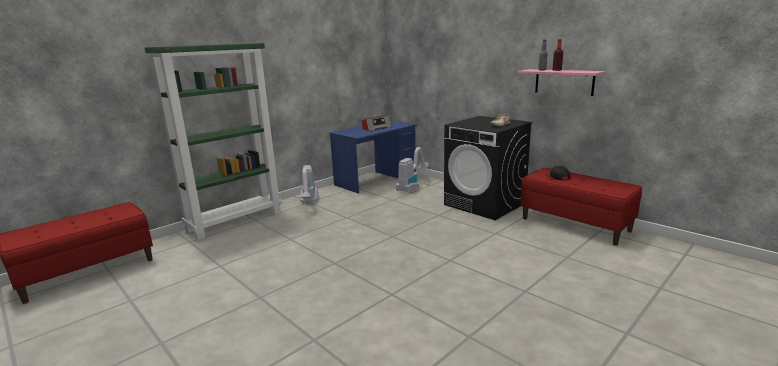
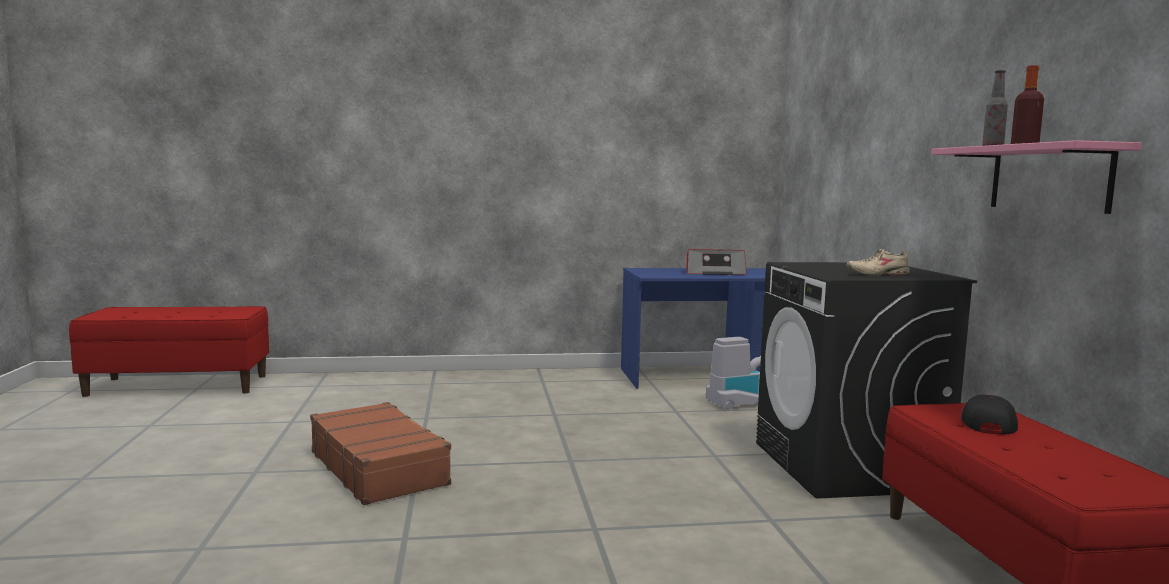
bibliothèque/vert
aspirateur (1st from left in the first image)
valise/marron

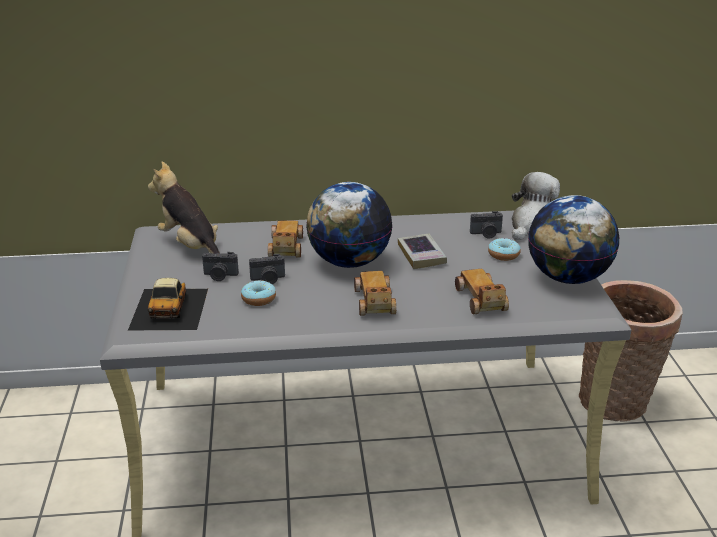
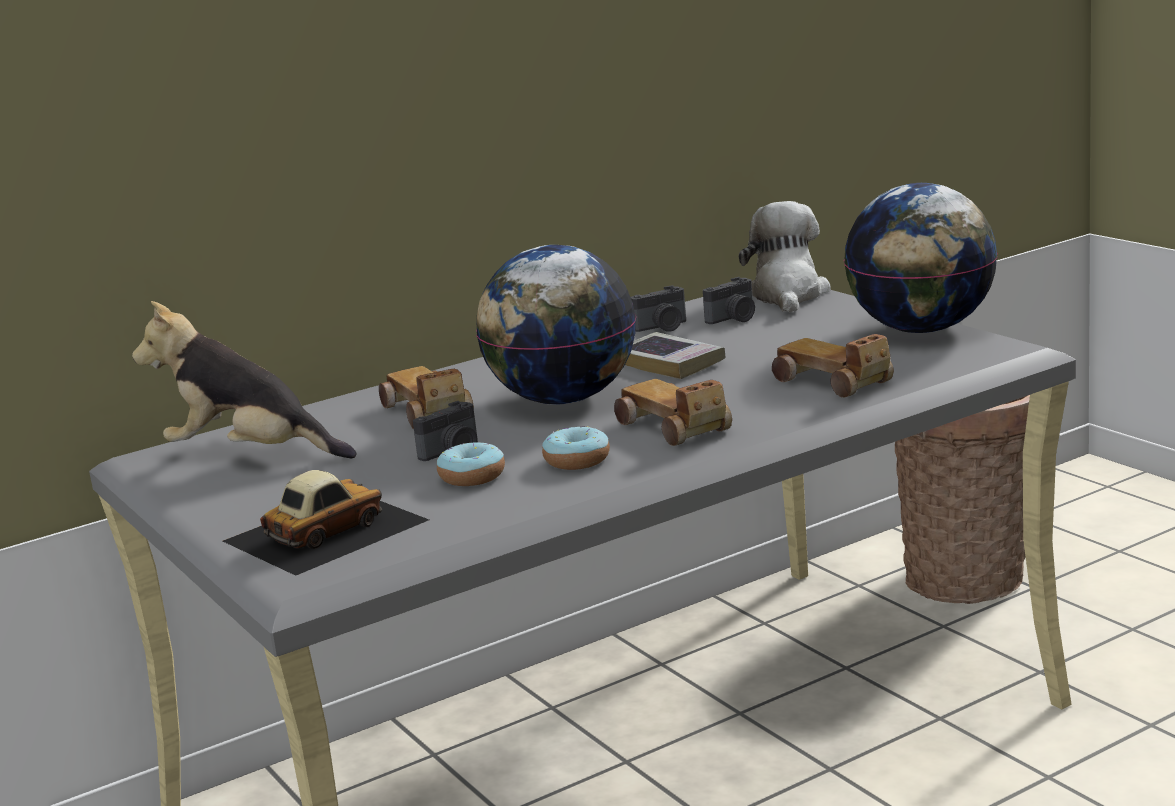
beignet (2nd from left)
appareil photo (2nd from left)
petite voiture (1st from left)

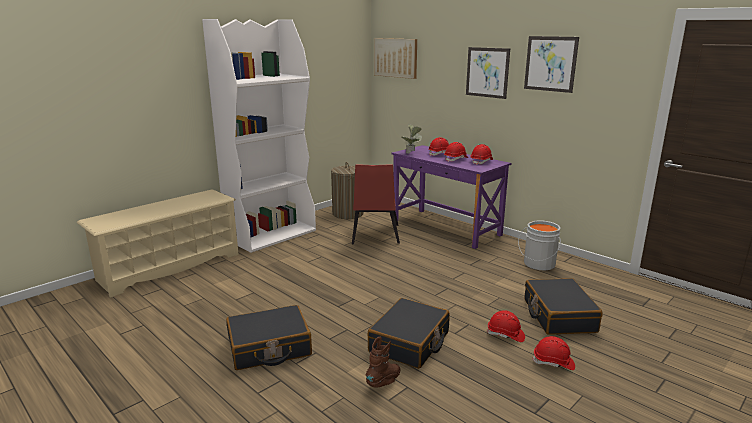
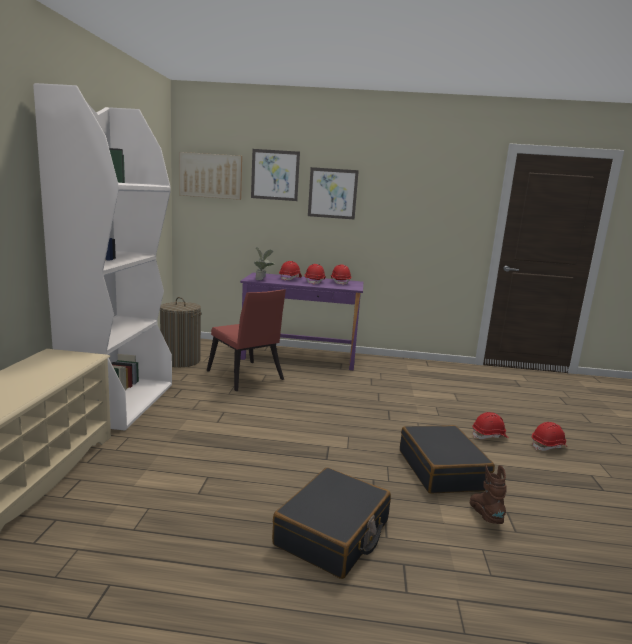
tableau (2nd from left)
seau/gris
valise/noir (3rd from left in the first image)

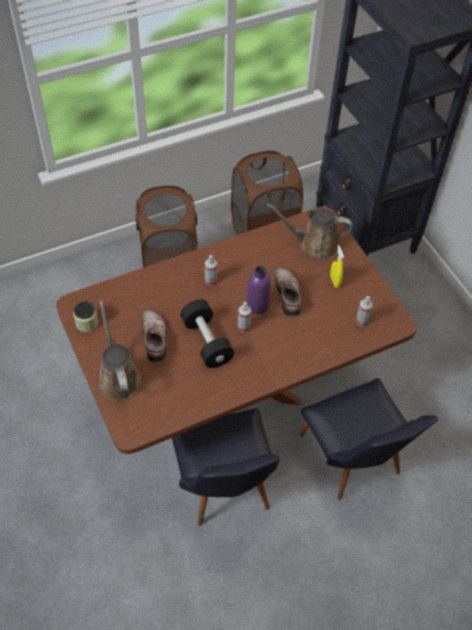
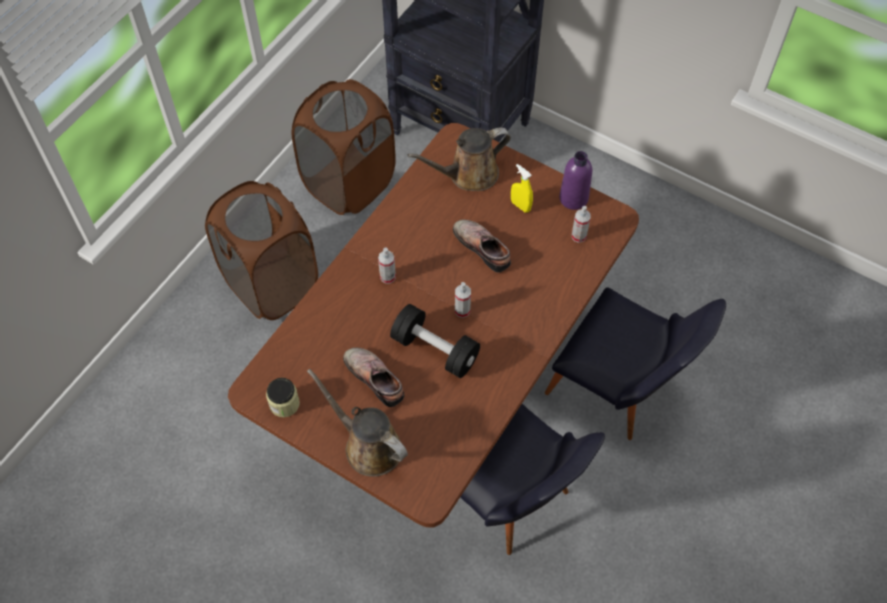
bouteille/violet

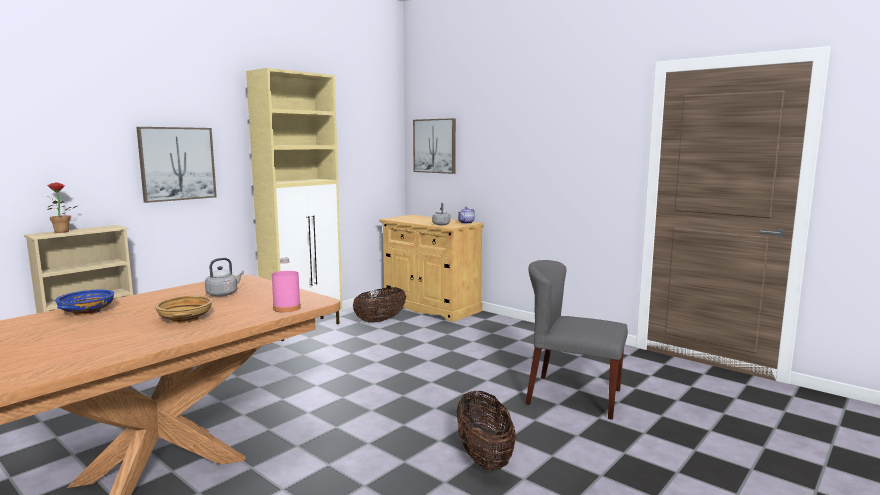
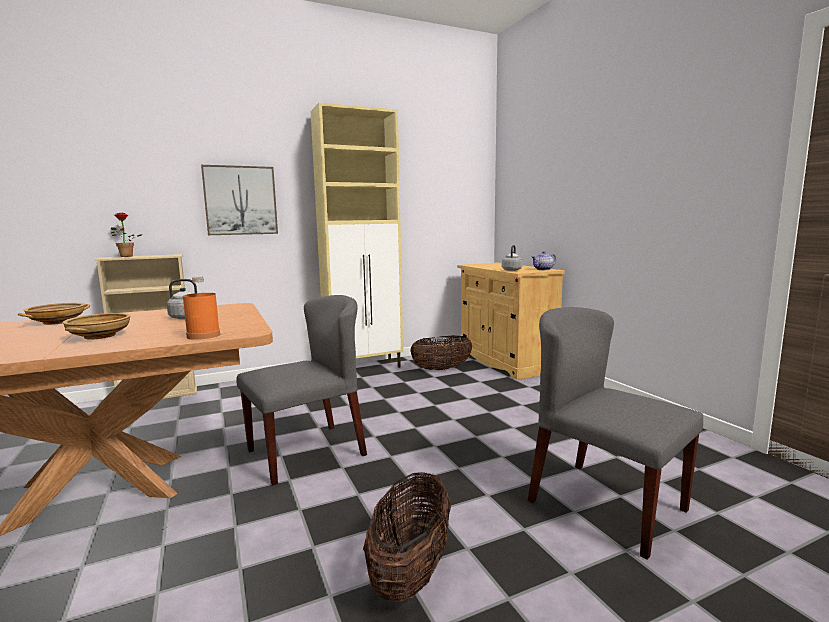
tableau (2nd from left in the first image)
bouteille/orange
bol/beige (1st from left)
chaise/gris (1st from left)

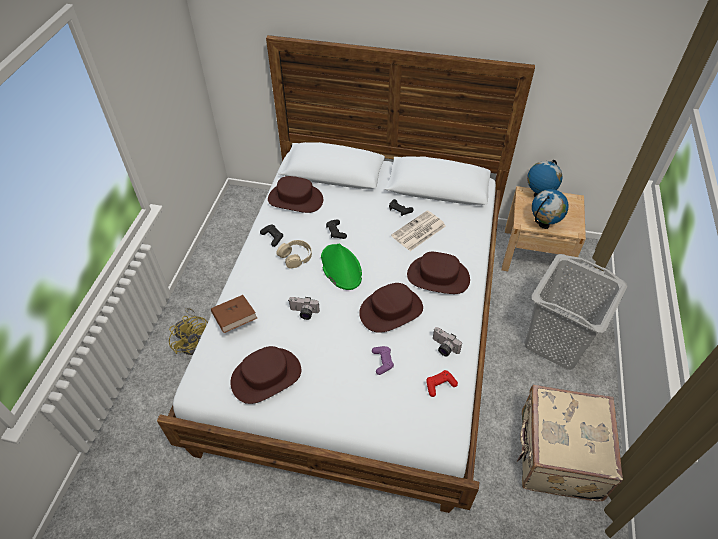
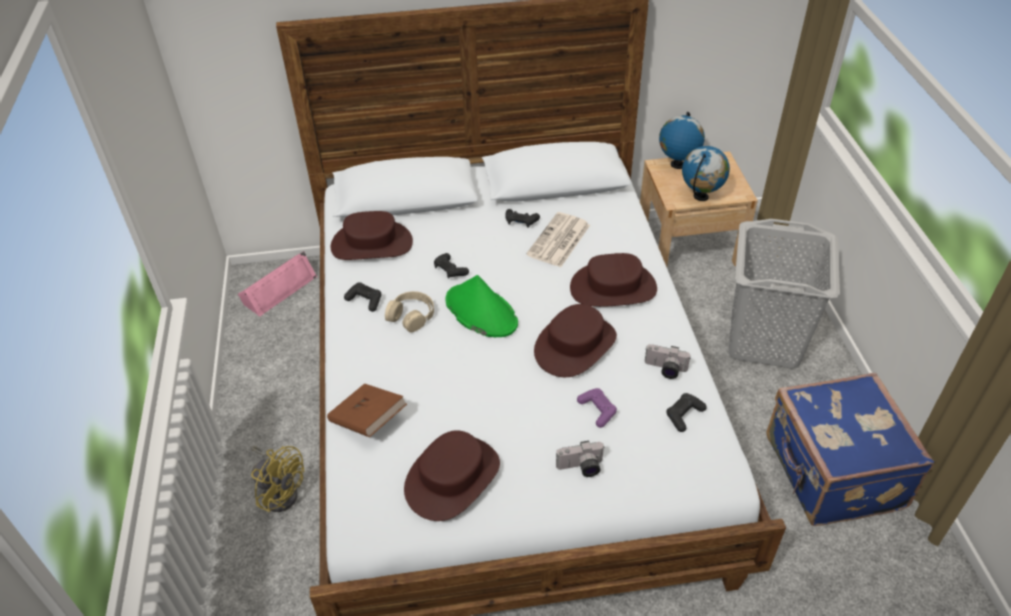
appareil photo (1st from left)
manette/noir (4th from left)
valise/bleu
enceinte/rose

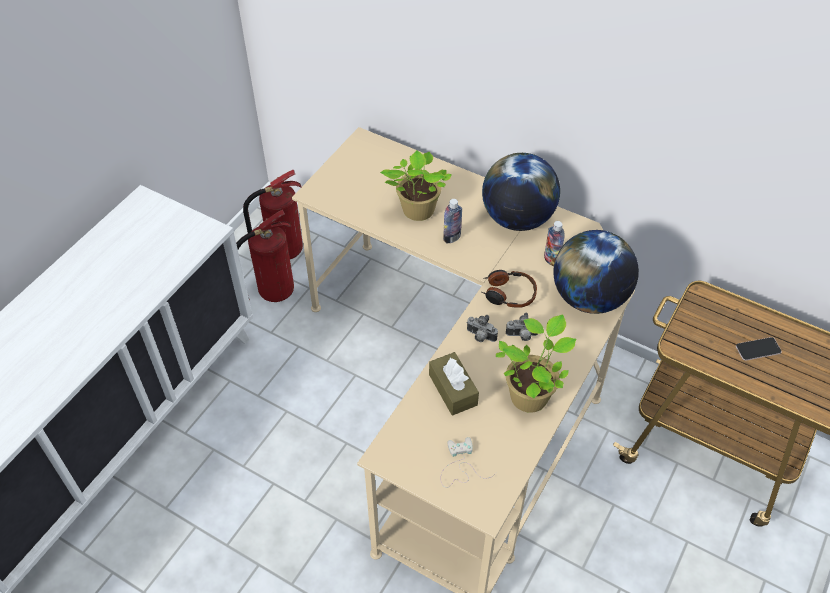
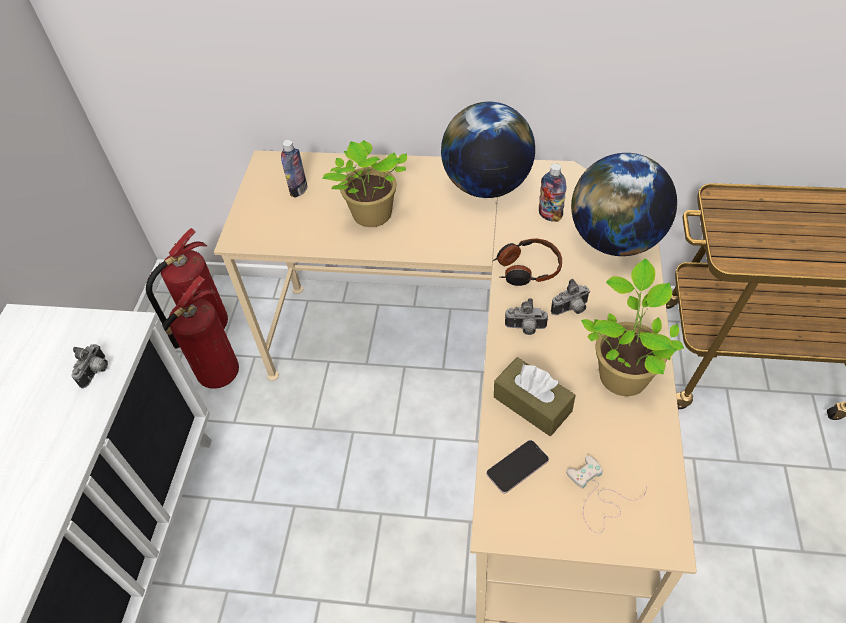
bouteille (1st from left)
téléphone
appareil photo (1st from left)

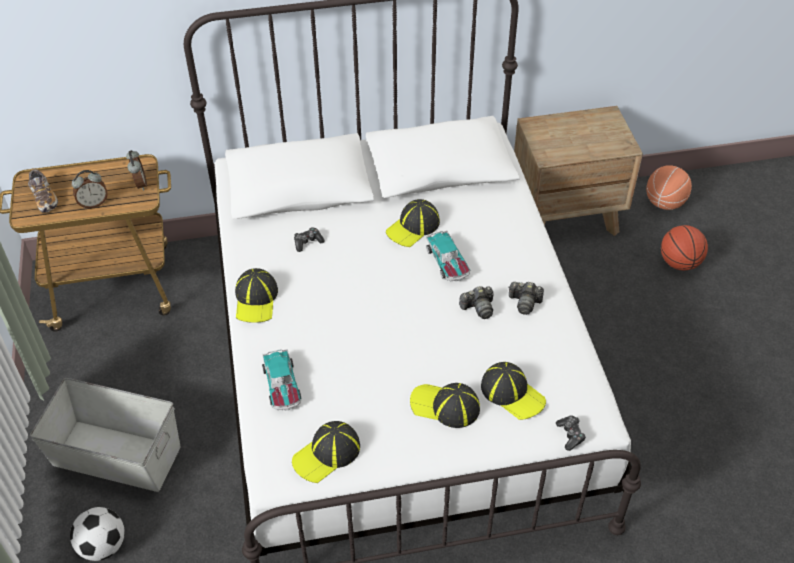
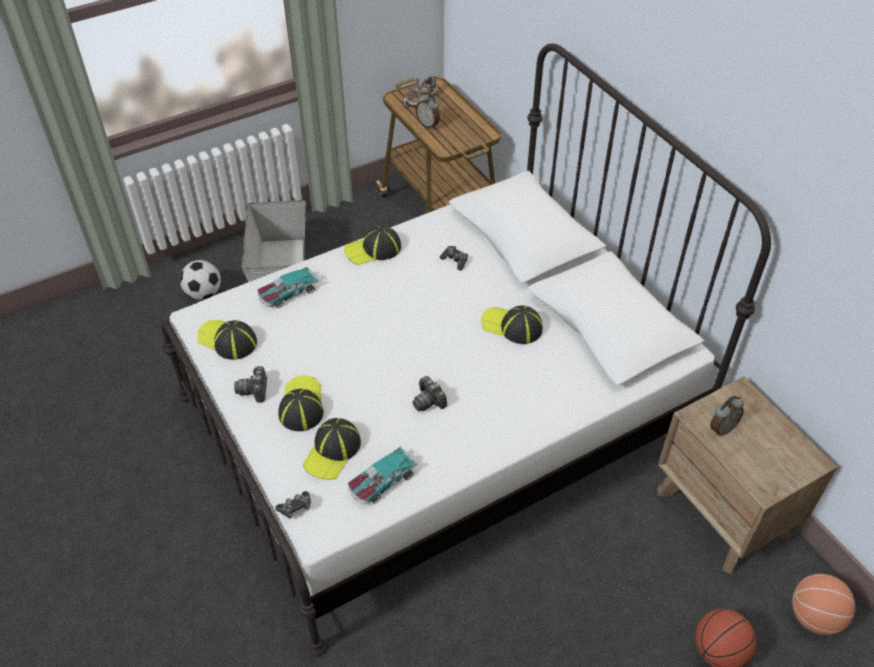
réveil (2nd from left)
petite voiture (2nd from left)
appareil photo (1st from left)

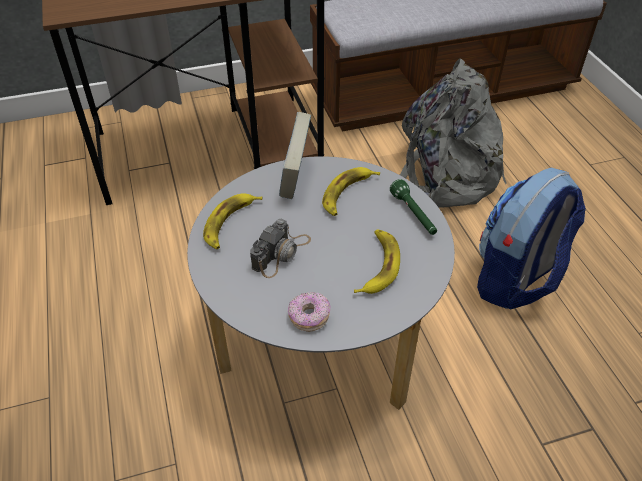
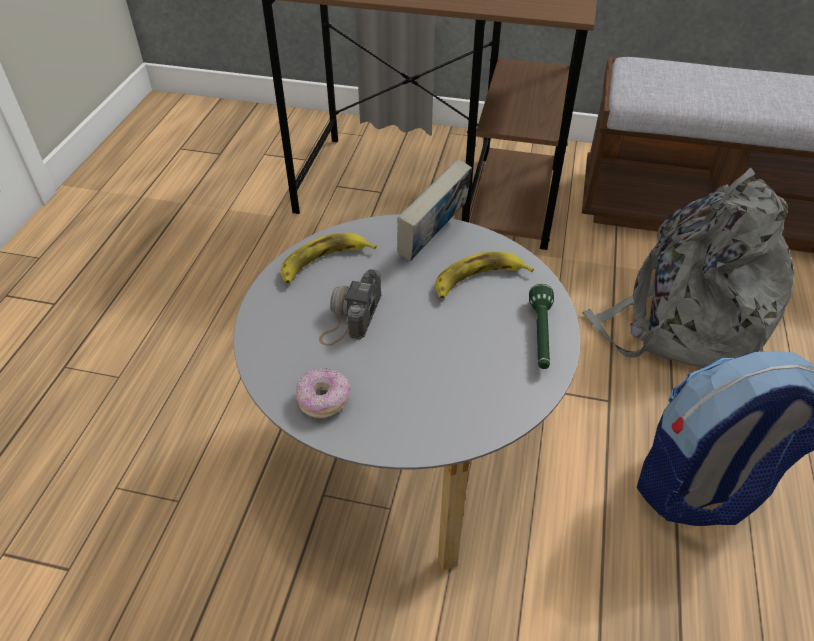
appareil photo
banane (3rd from left in the first image)

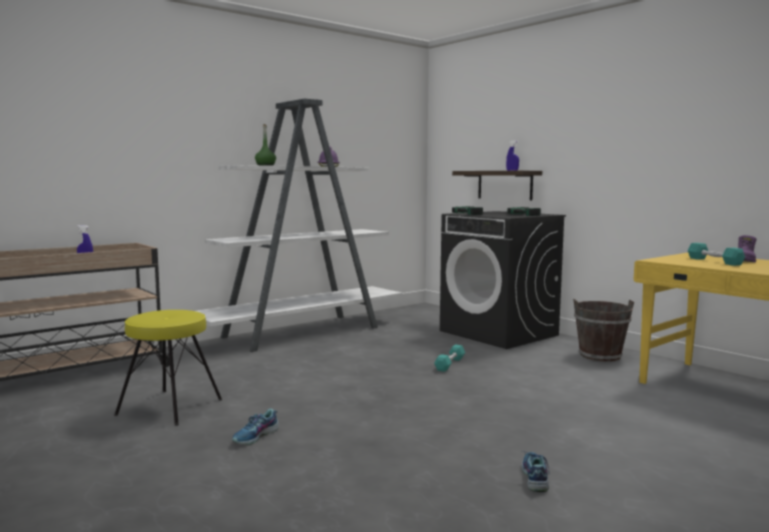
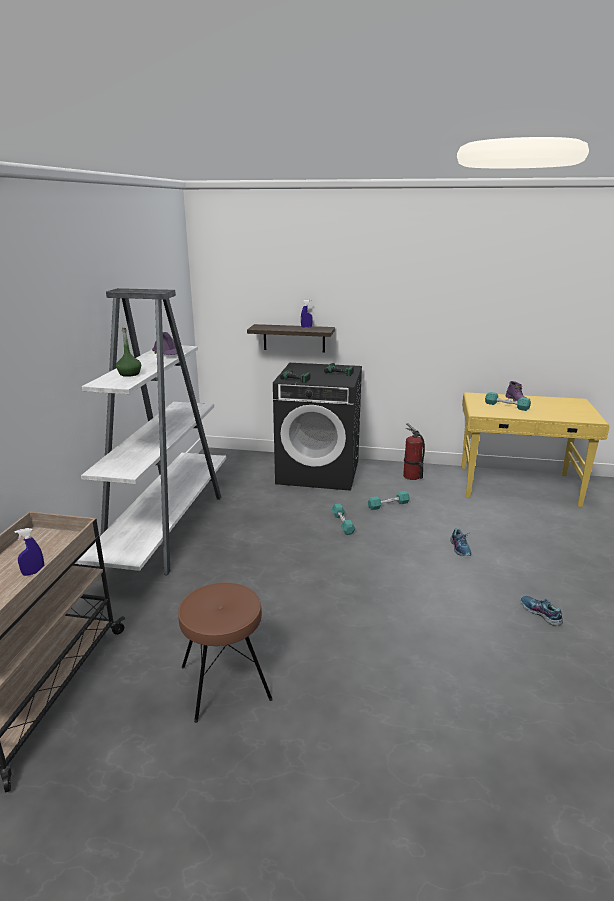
extincteur
tabouret/marron
chaussure (1st from left)
haltère/turquoise (2nd from left)

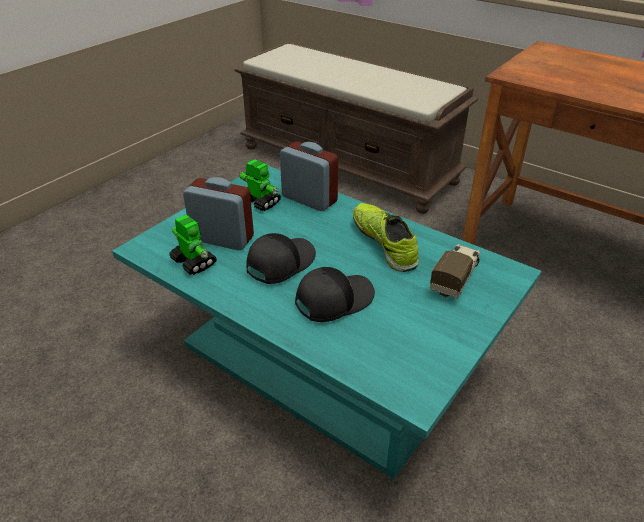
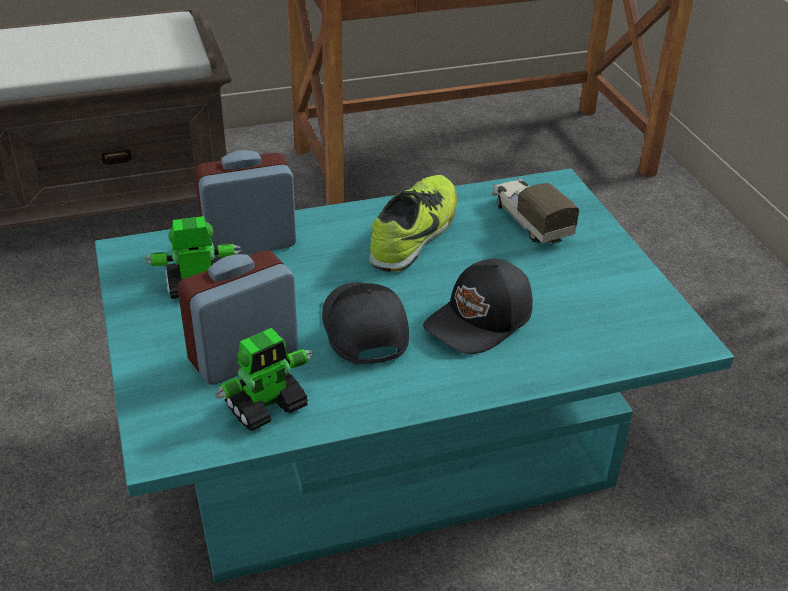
chaussure
robot jouet (2nd from left)
casquette/noir (2nd from left)

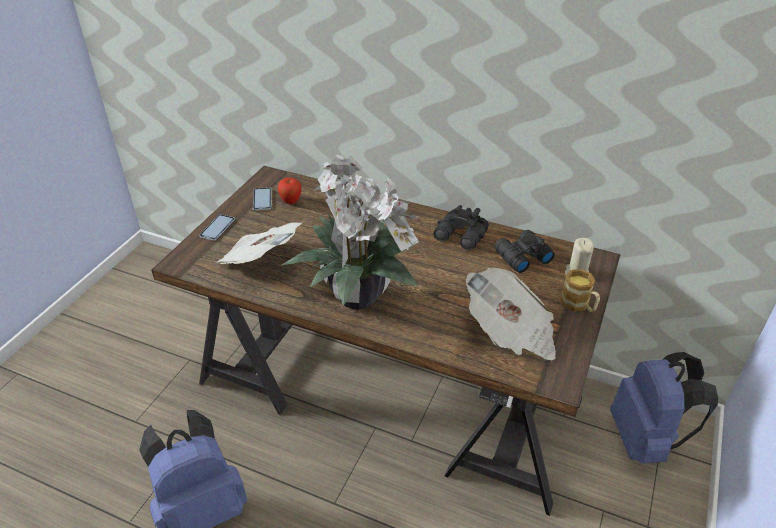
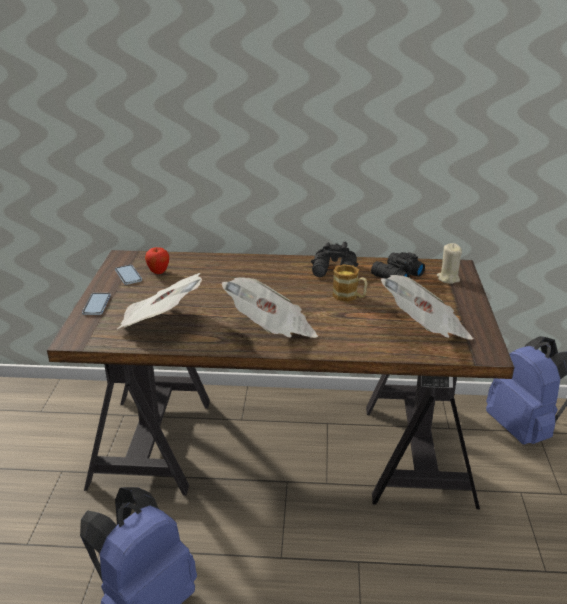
journal (2nd from left)
mug

